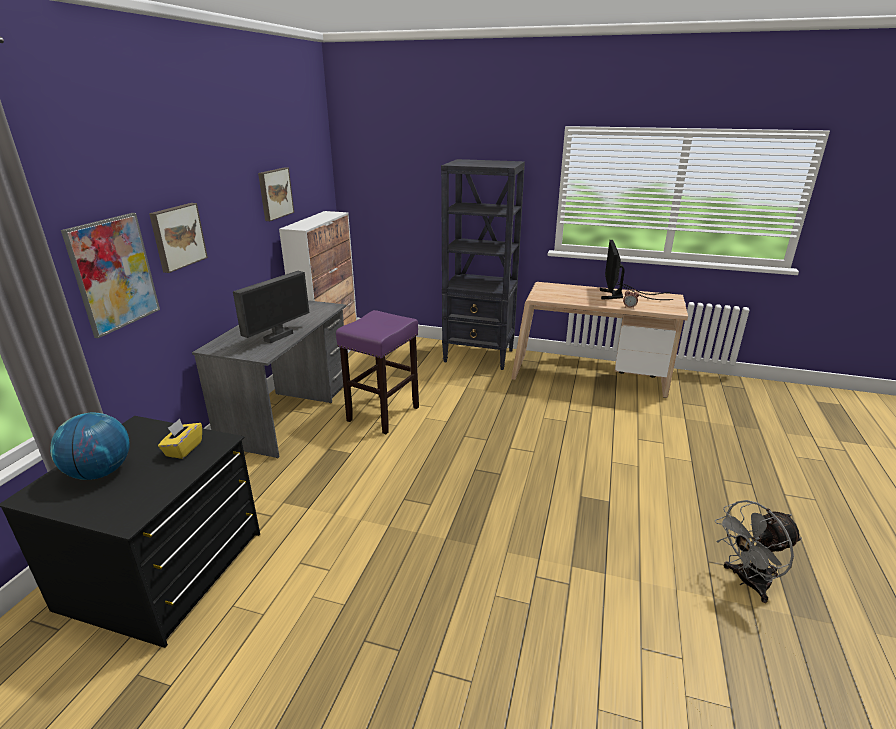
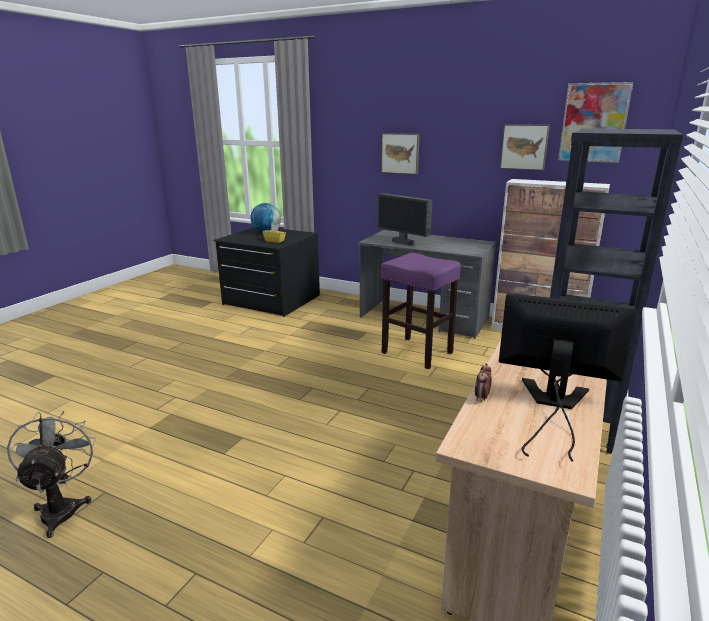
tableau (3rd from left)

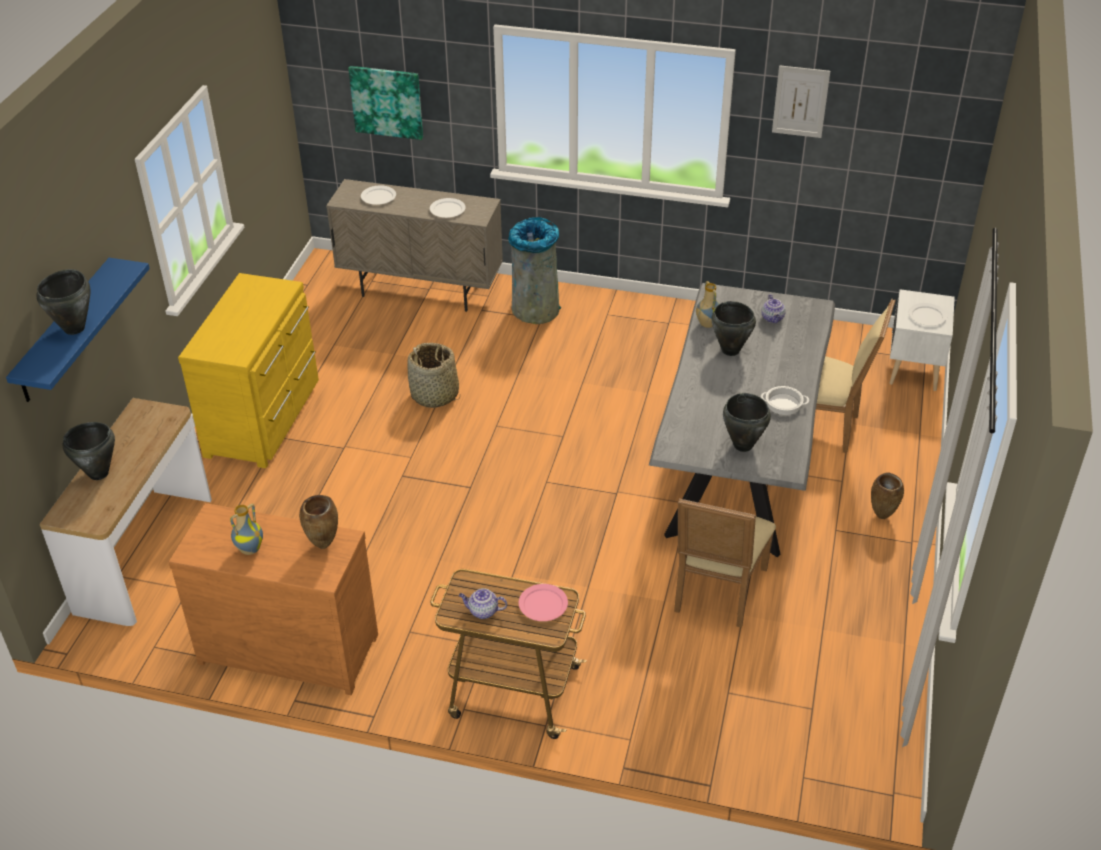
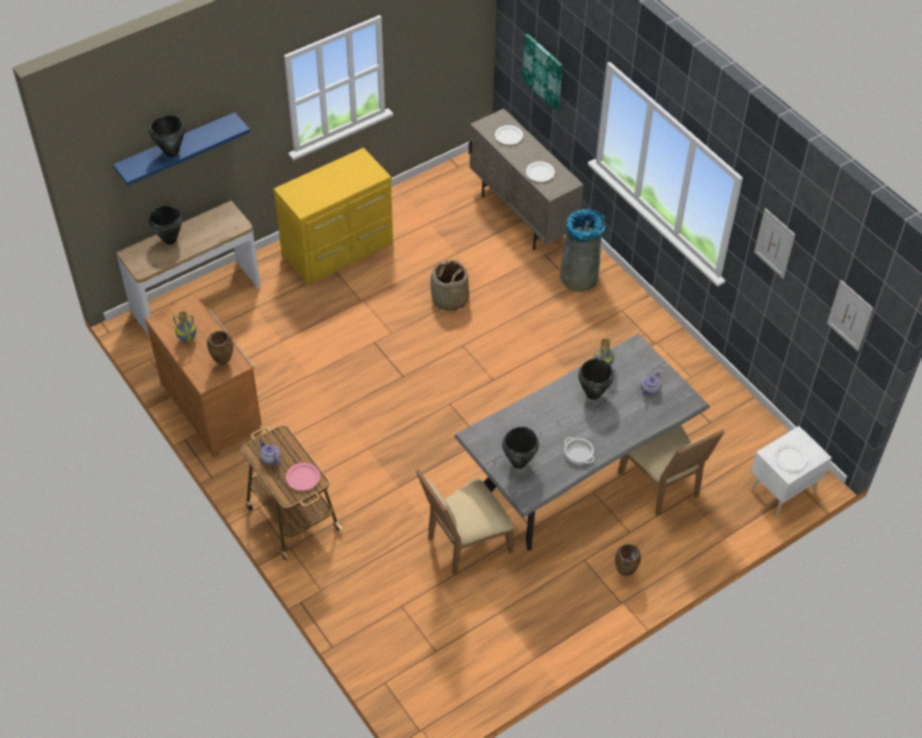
tableau (3rd from left)

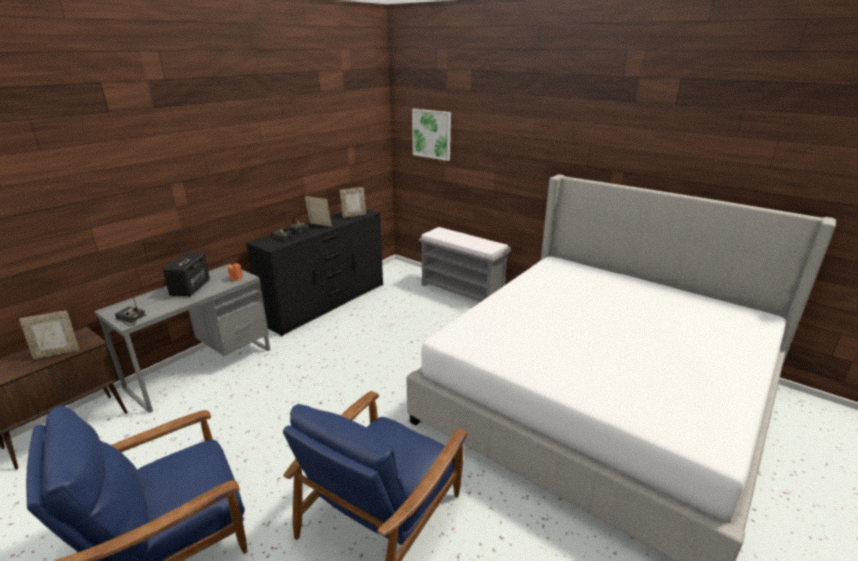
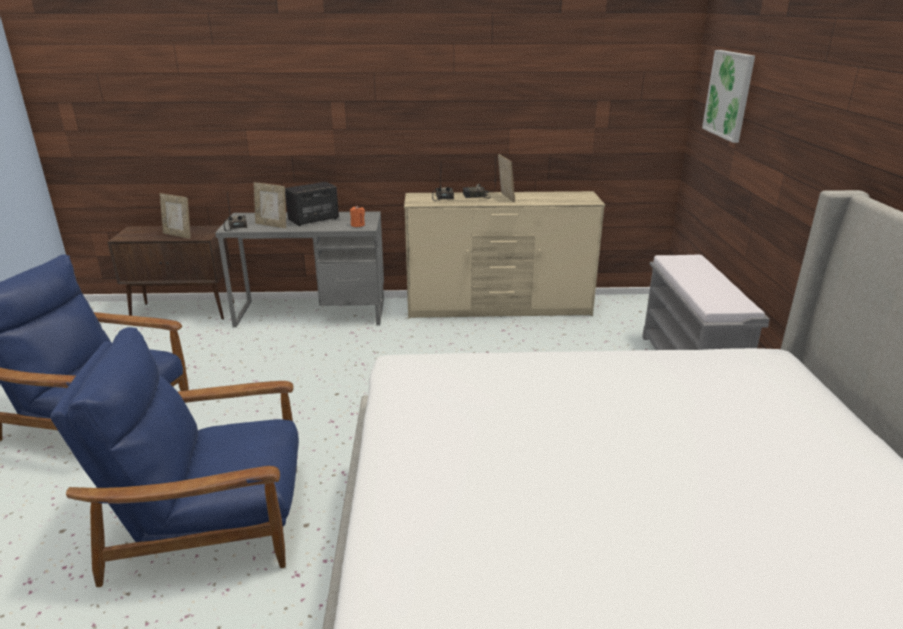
cadre photo (2nd from left)
commode/beige

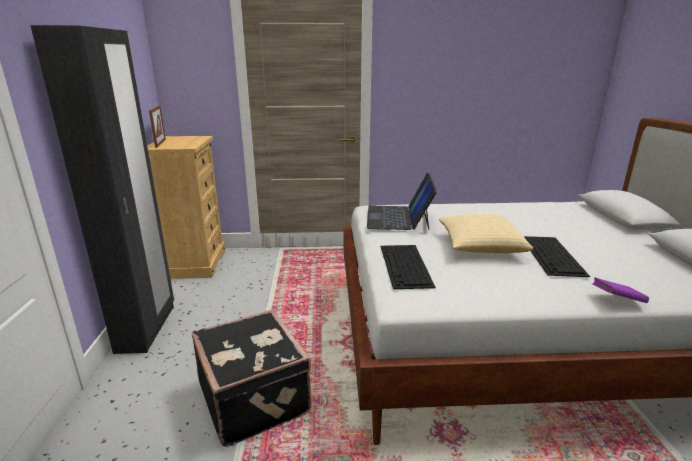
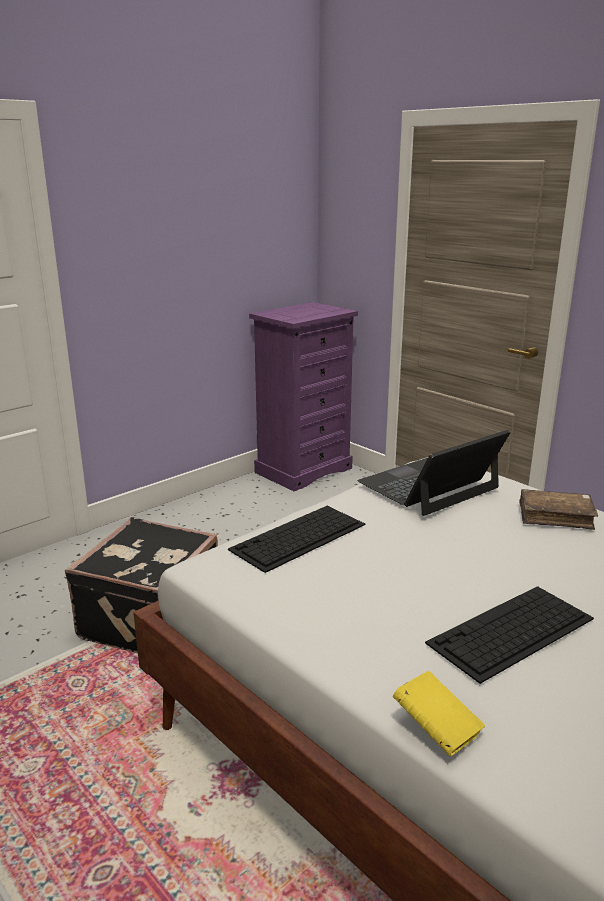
armoire/noir
cadre photo
commode/violet
coussin
livre/jaune
livre/marron

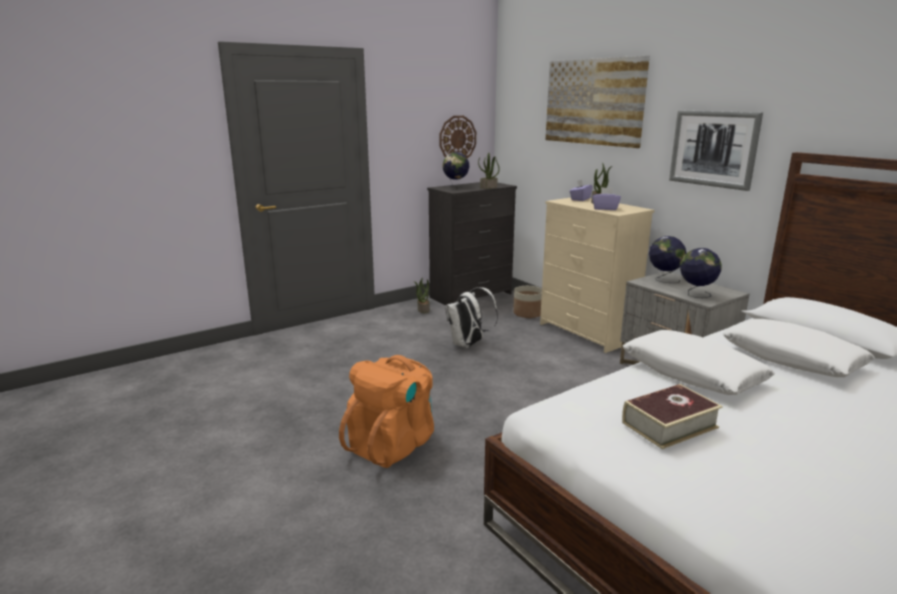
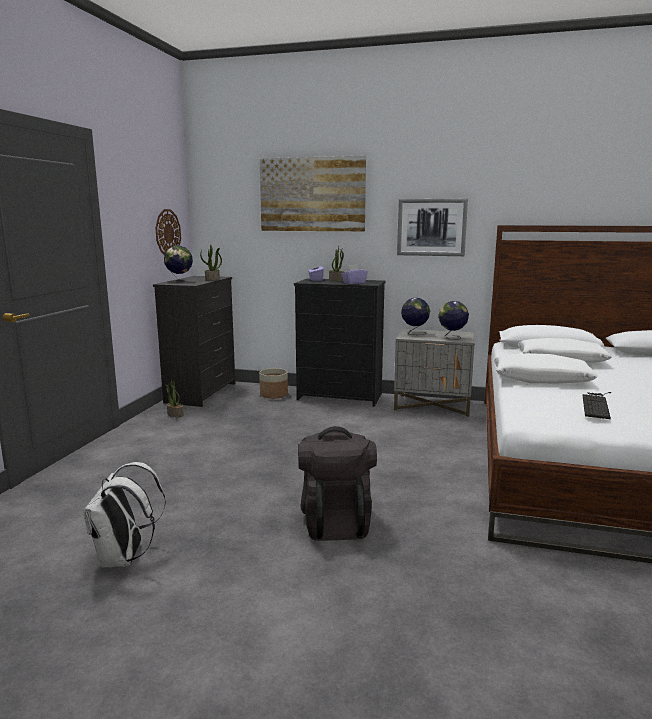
commode/noir (2nd from left)
sac à dos/blanc
sac à dos/noir
clavier

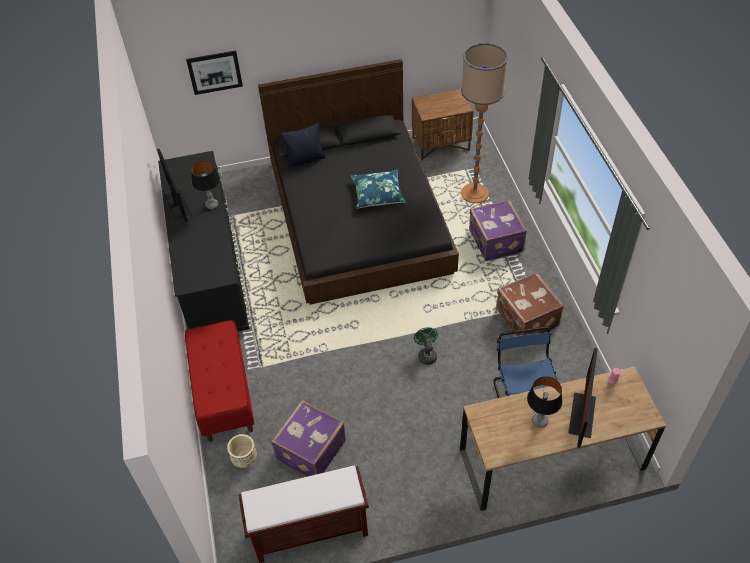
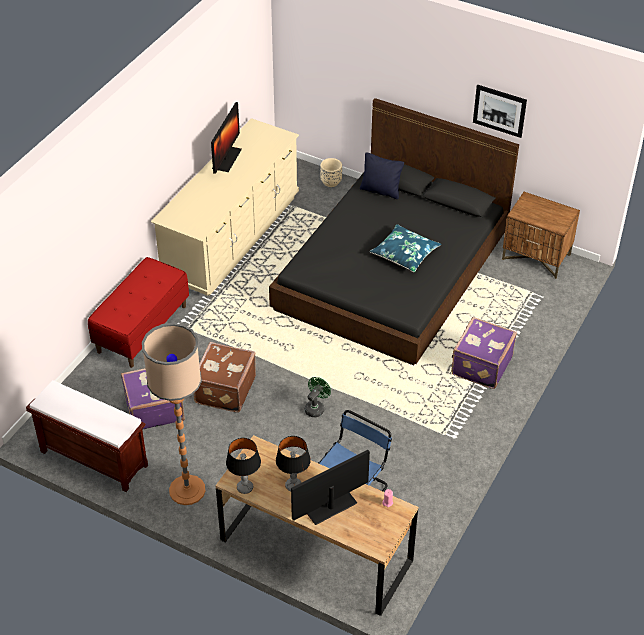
lampadaire
tableau
commode/beige
lampe de table (1st from left)
valise/marron
cache-pot/beige

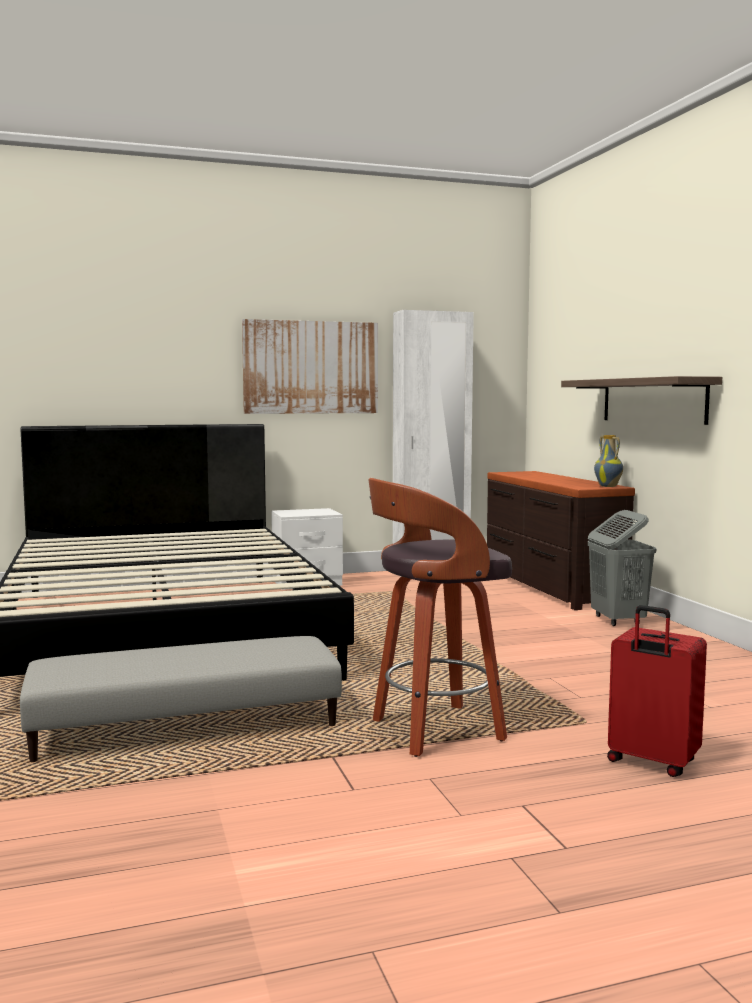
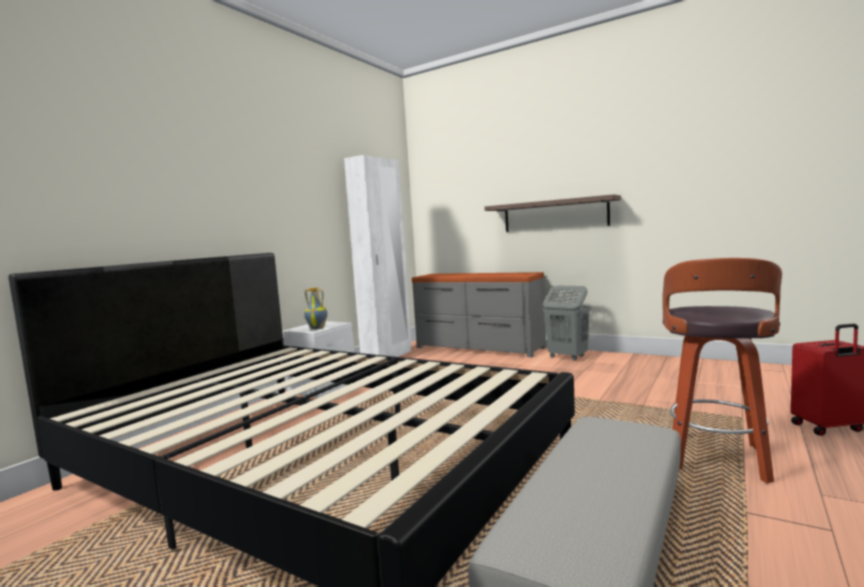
tableau
vase
commode/gris

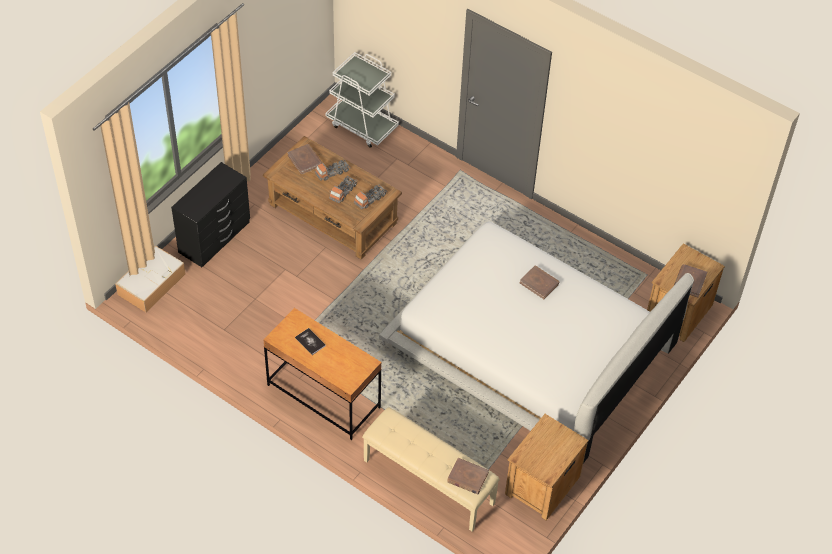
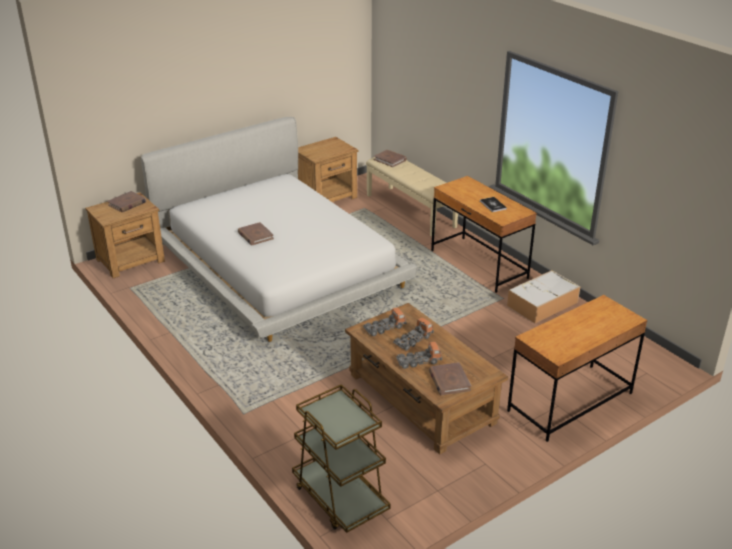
chariot/marron
bureau/marron (2nd from left)
boîte de rangement

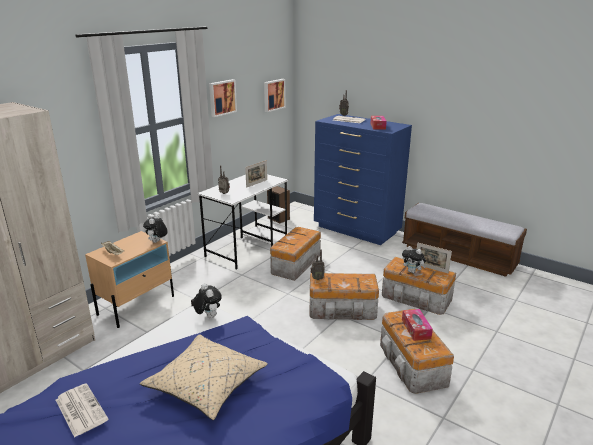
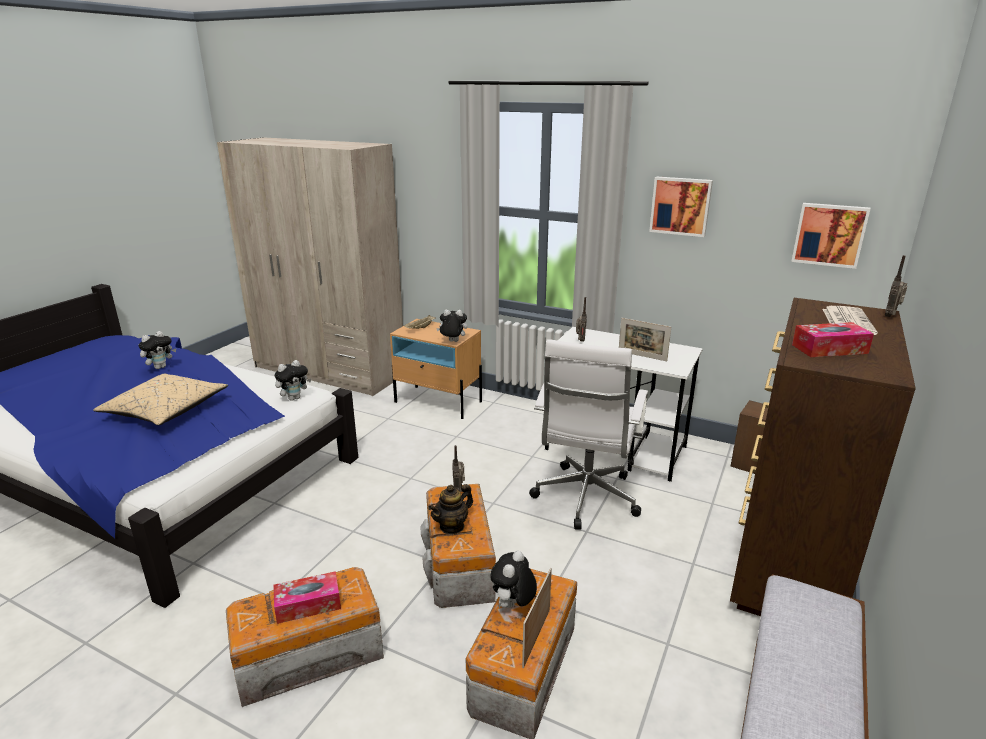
commode/marron
chaise de bureau/blanc
peluche (1st from left)
théière

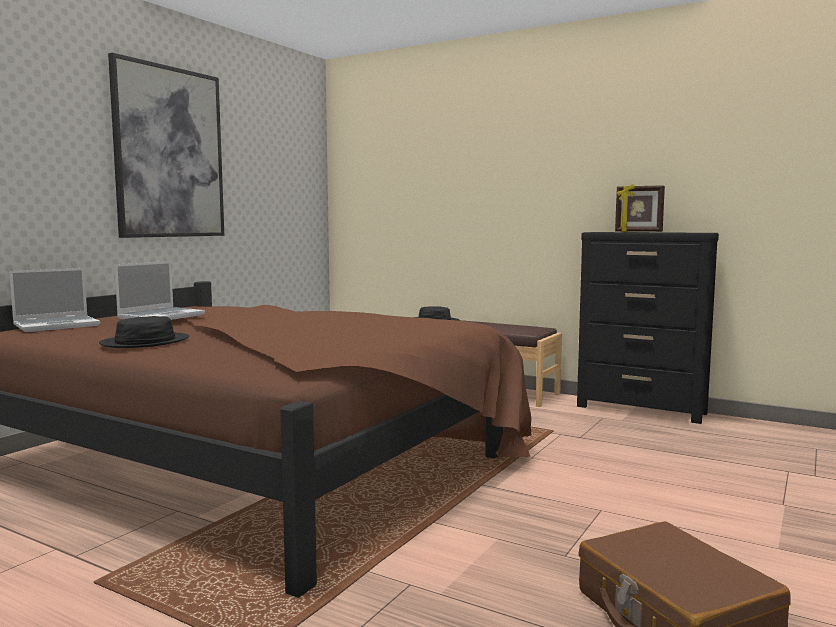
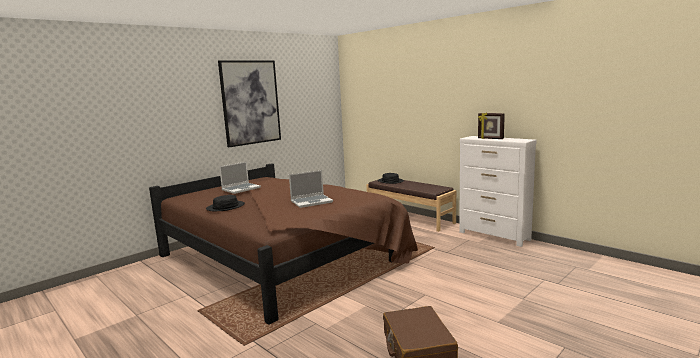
commode/blanc
ordinateur portable (2nd from left)

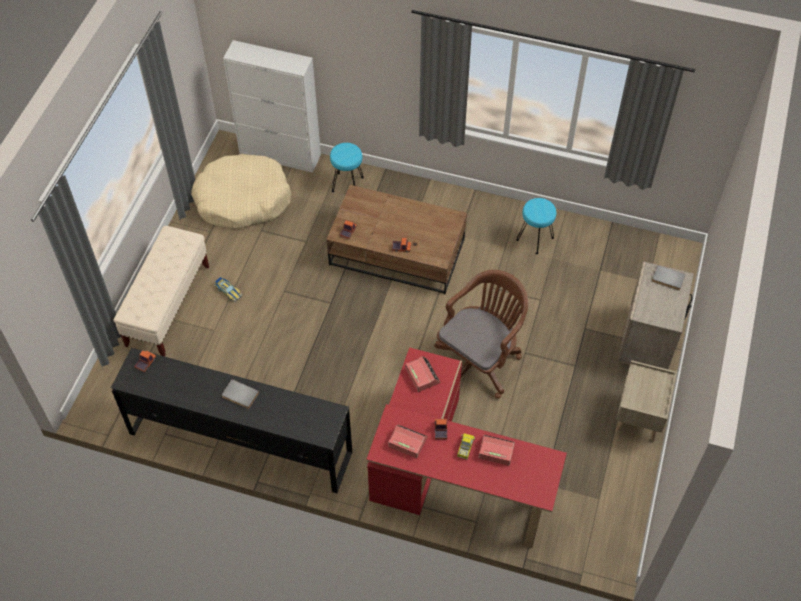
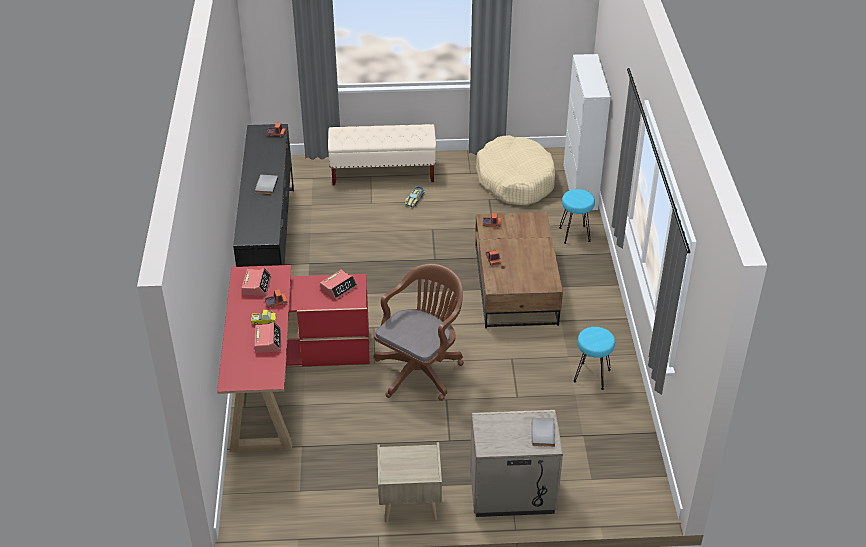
chaise de bureau/marron

